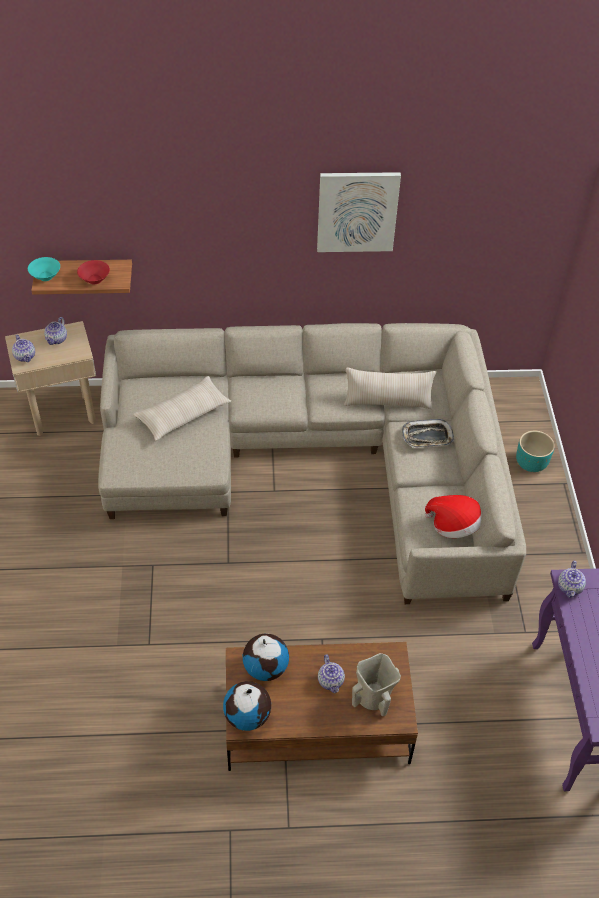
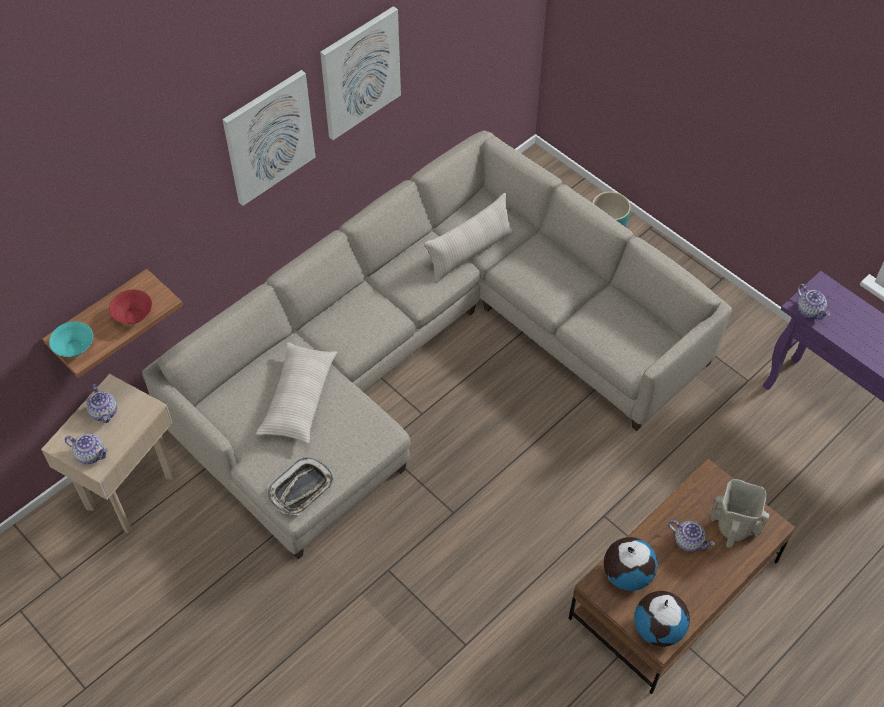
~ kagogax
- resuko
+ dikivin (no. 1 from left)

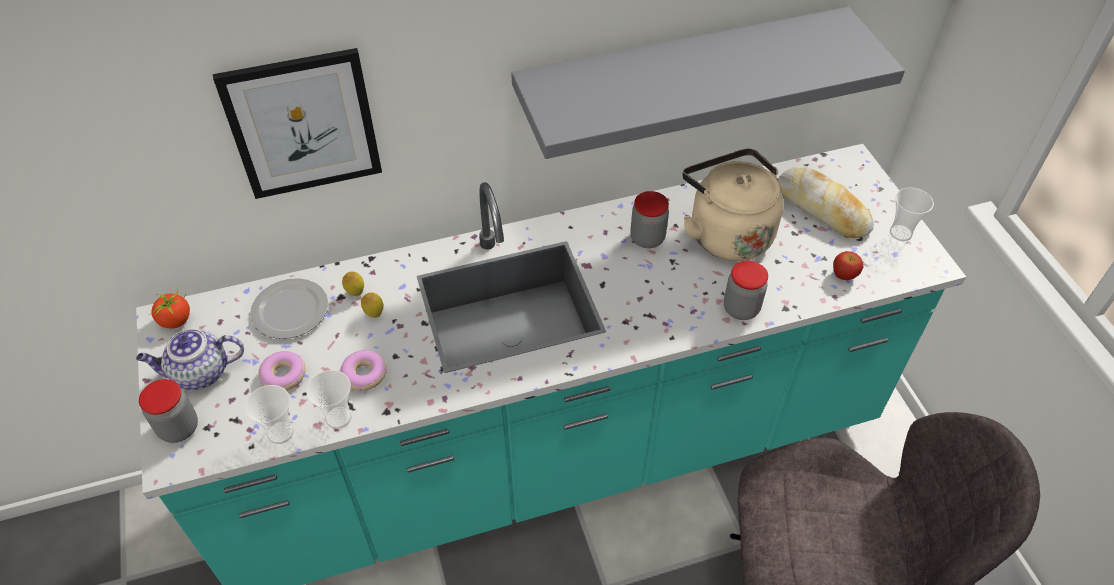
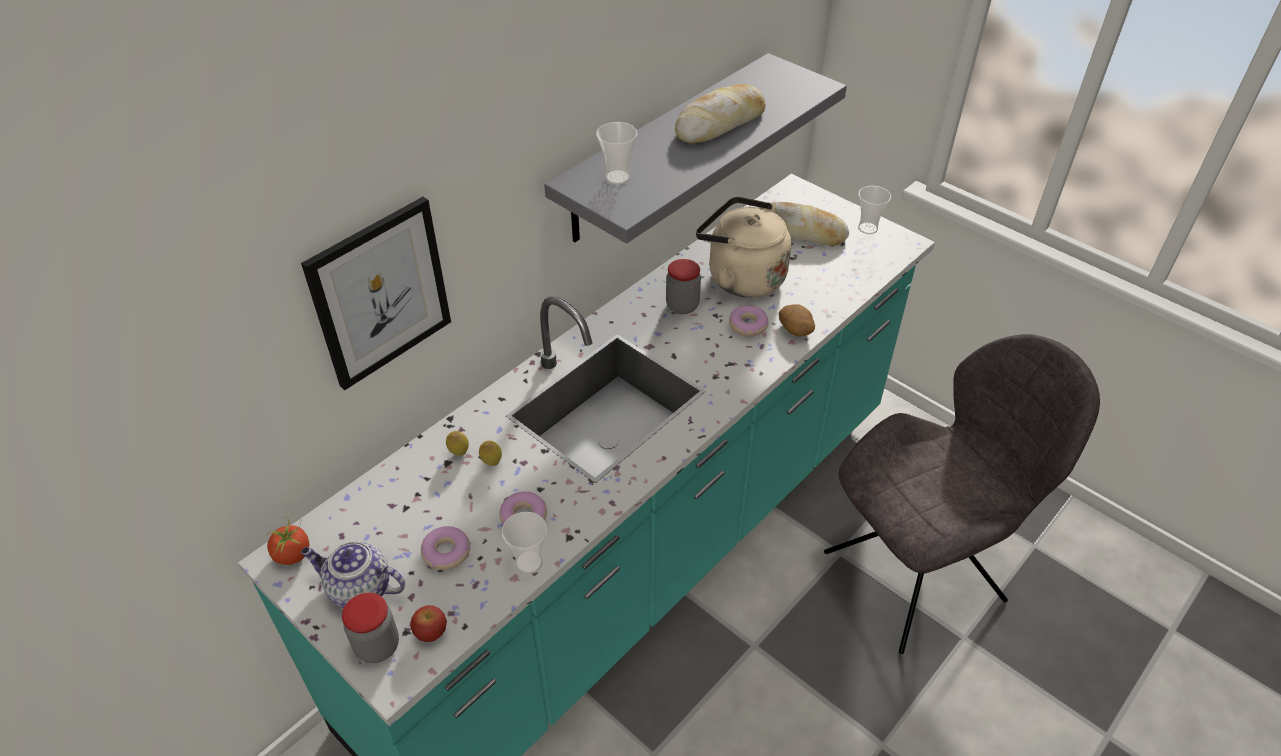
~ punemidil 60 degrees clockwise
~ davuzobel (no. 1 from left in the first image) to davuzobel (no. 2 from left)
- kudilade
~ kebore (no. 3 from left) to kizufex
~ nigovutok
+ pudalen (no. 1 from left)
+ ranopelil (no. 3 from left)

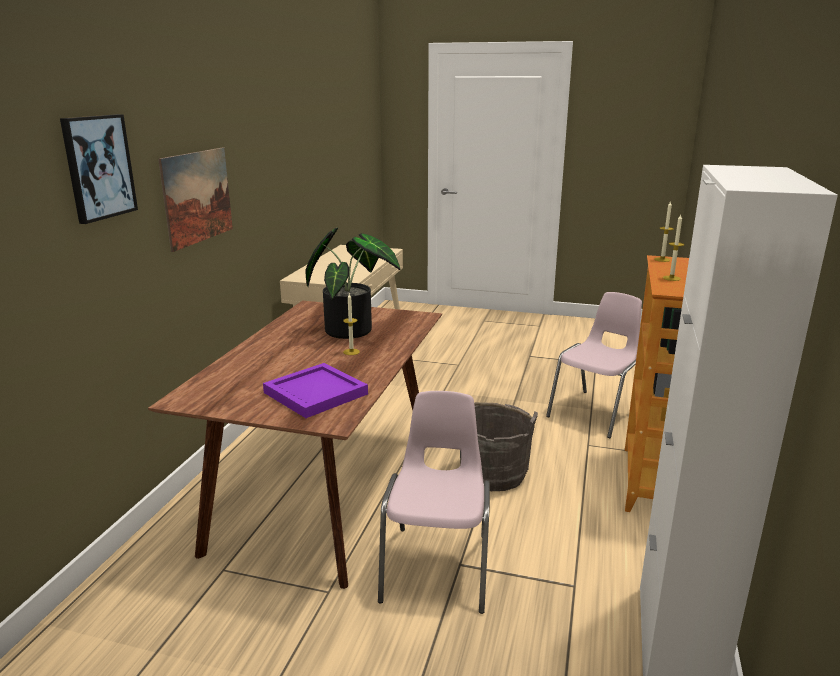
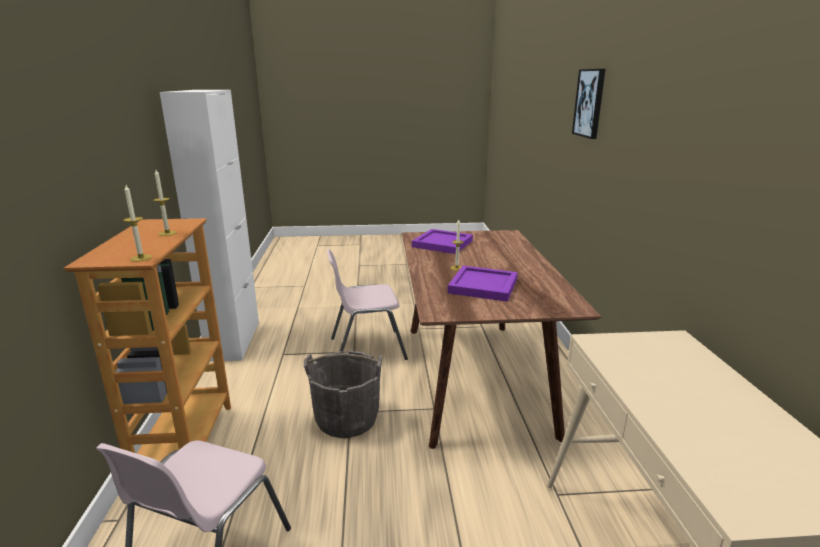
- dikivin (no. 2 from left)
~ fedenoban to kagogax (purple) (no. 2 from left)
~ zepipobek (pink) (no. 1 from left in the first image) 90 degrees clockwise

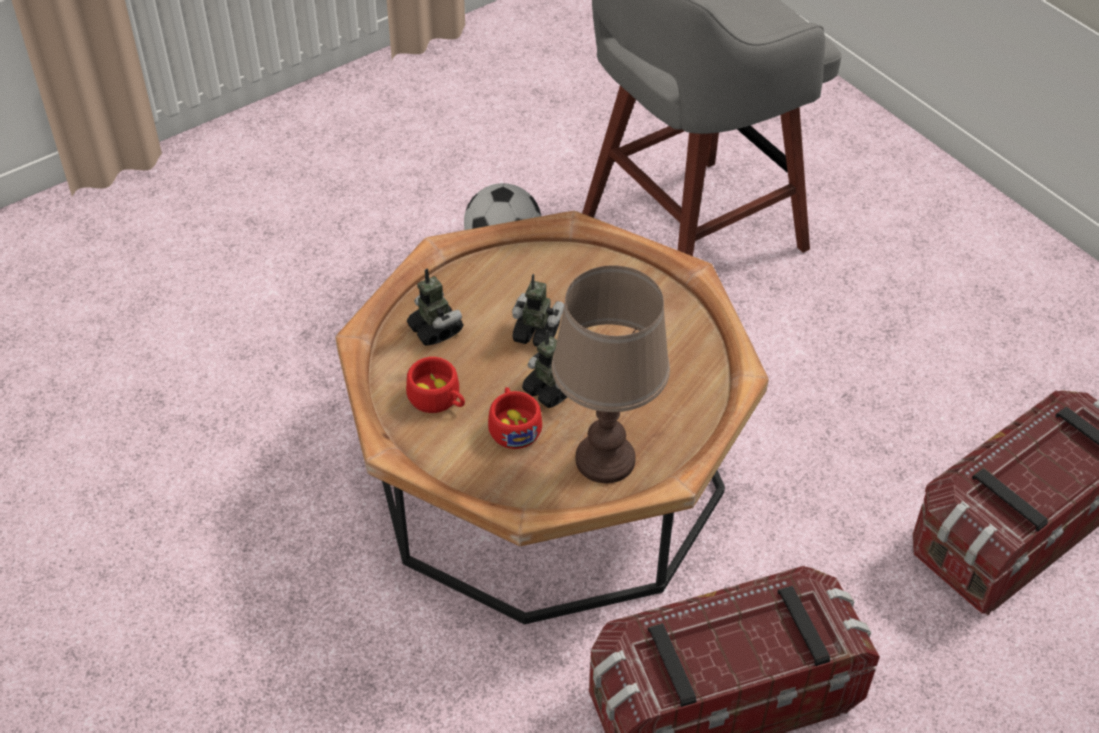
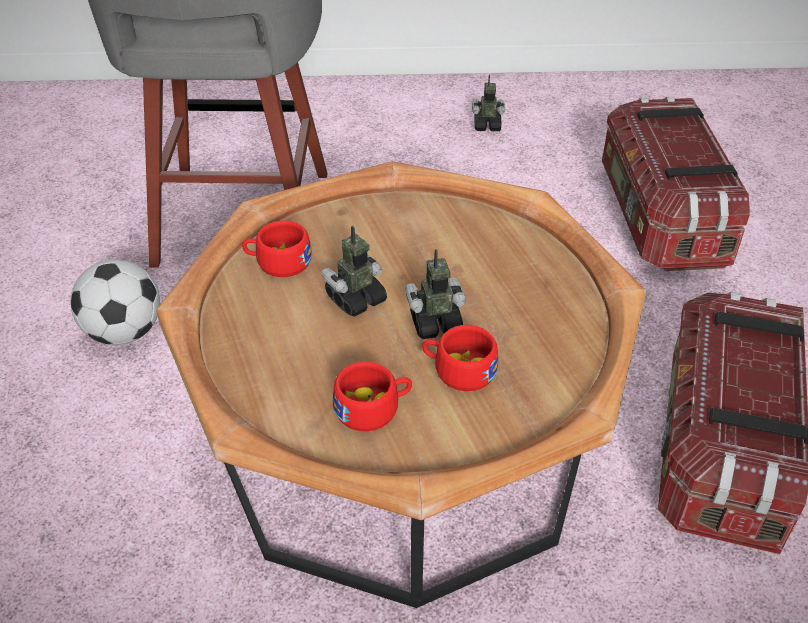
~ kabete (no. 1 from left in the first image) to kabete (no. 3 from left)
- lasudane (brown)
+ davuzobel (red) (no. 1 from left)

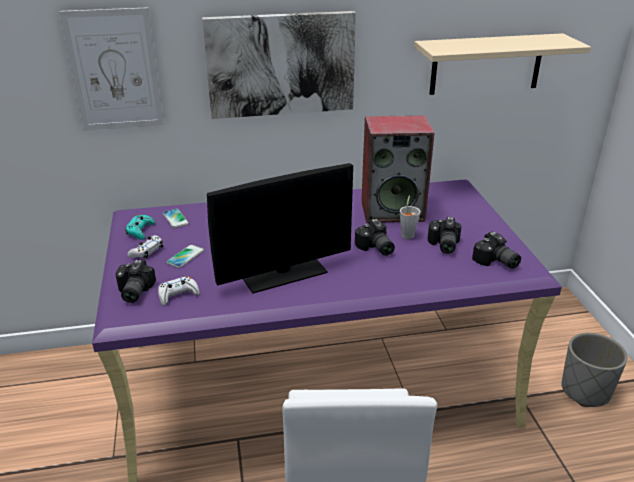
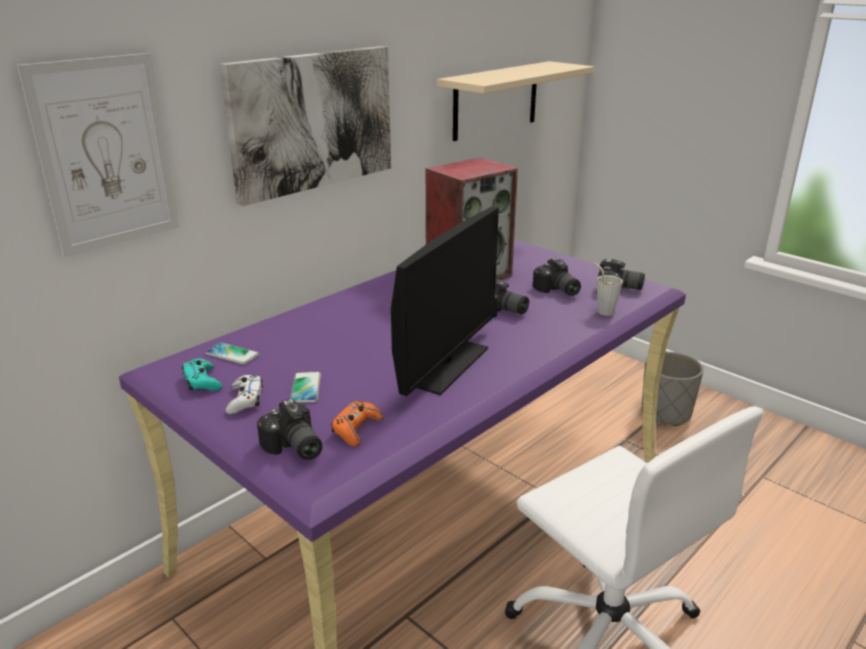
~ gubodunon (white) (no. 2 from left) to gubodunon (orange)
~ davuzobel (grey)

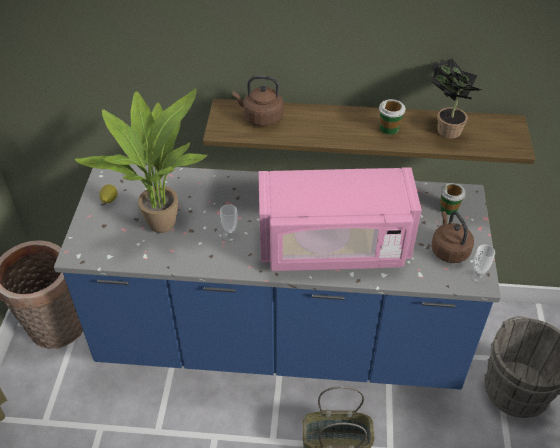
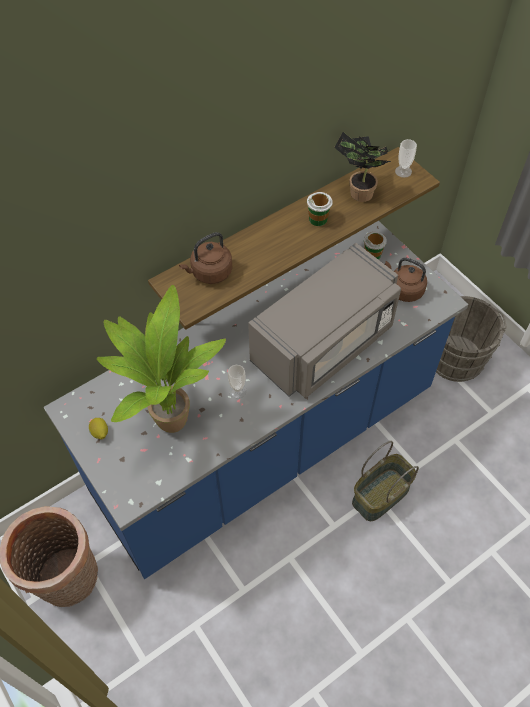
~ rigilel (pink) to rigilel (grey)
~ davuzobel (no. 4 from left)

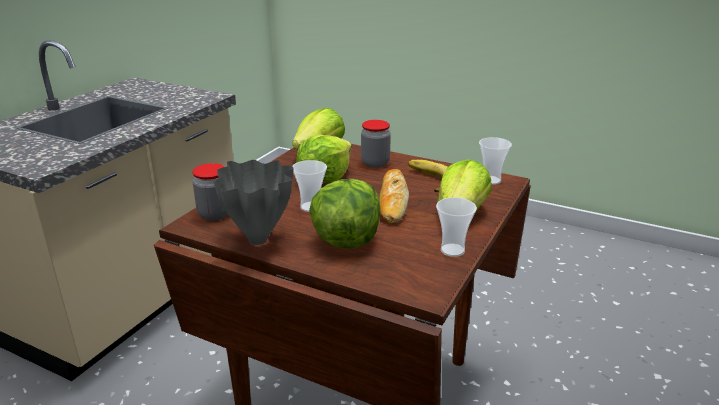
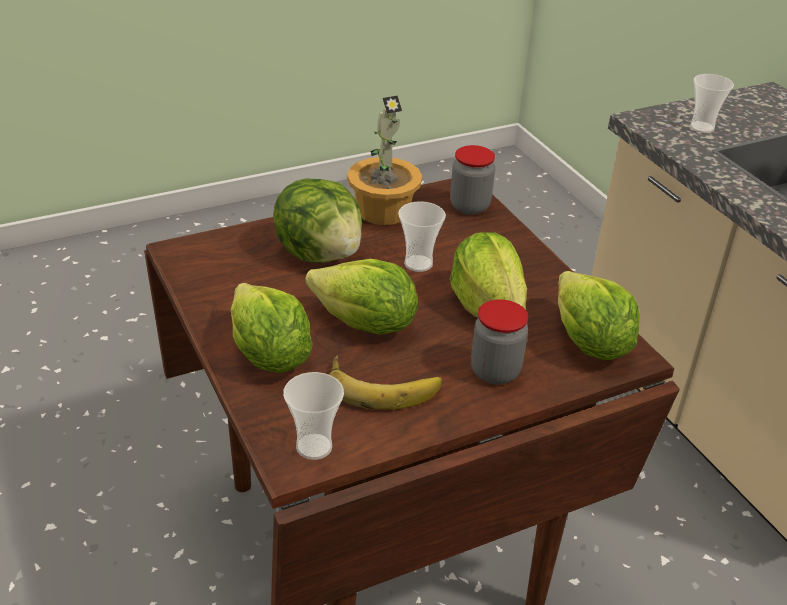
~ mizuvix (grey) to fedenoban
~ pudalen to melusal (no. 3 from left)
~ davuzobel (no. 2 from left in the first image) to davuzobel (no. 3 from left)

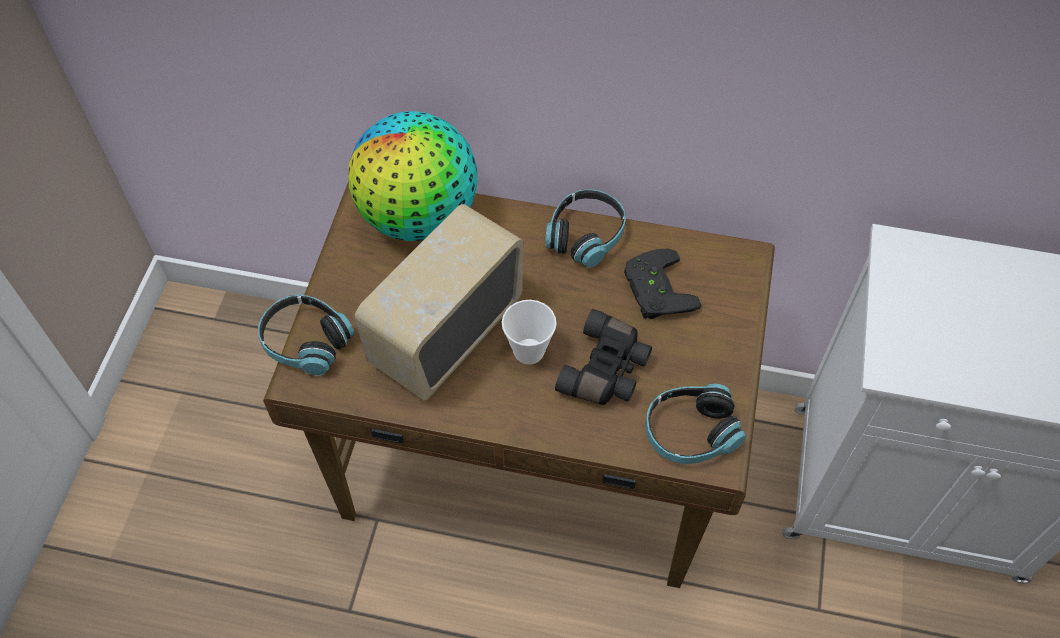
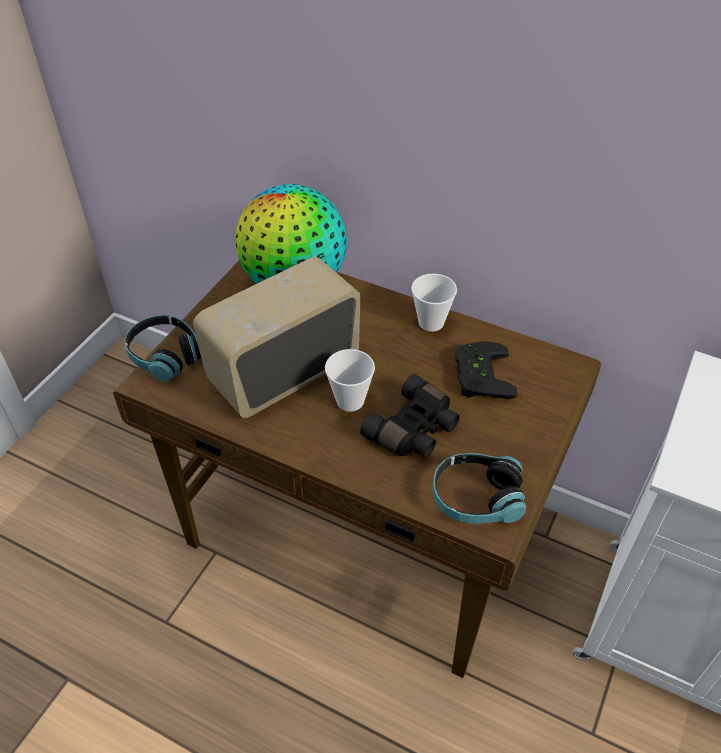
~ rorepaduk (no. 2 from left) to davuzobel (no. 2 from left)

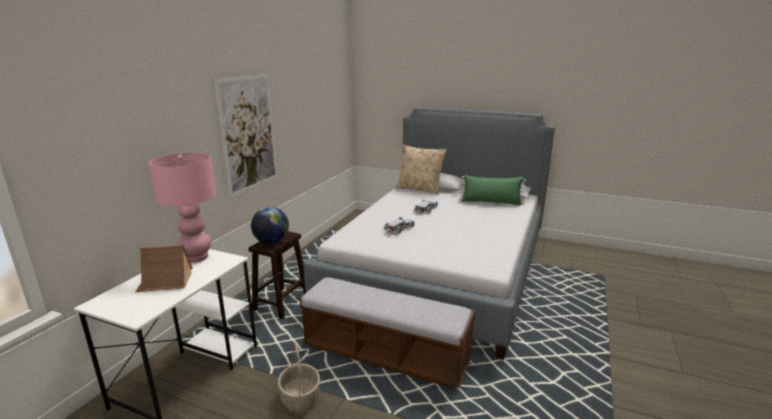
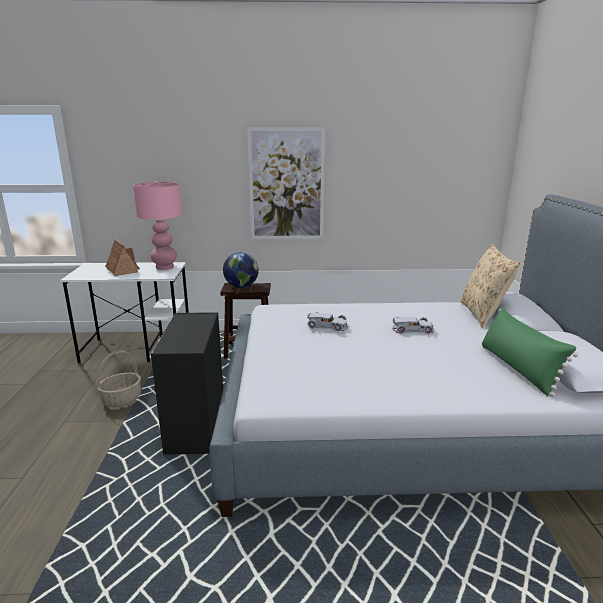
~ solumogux to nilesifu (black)

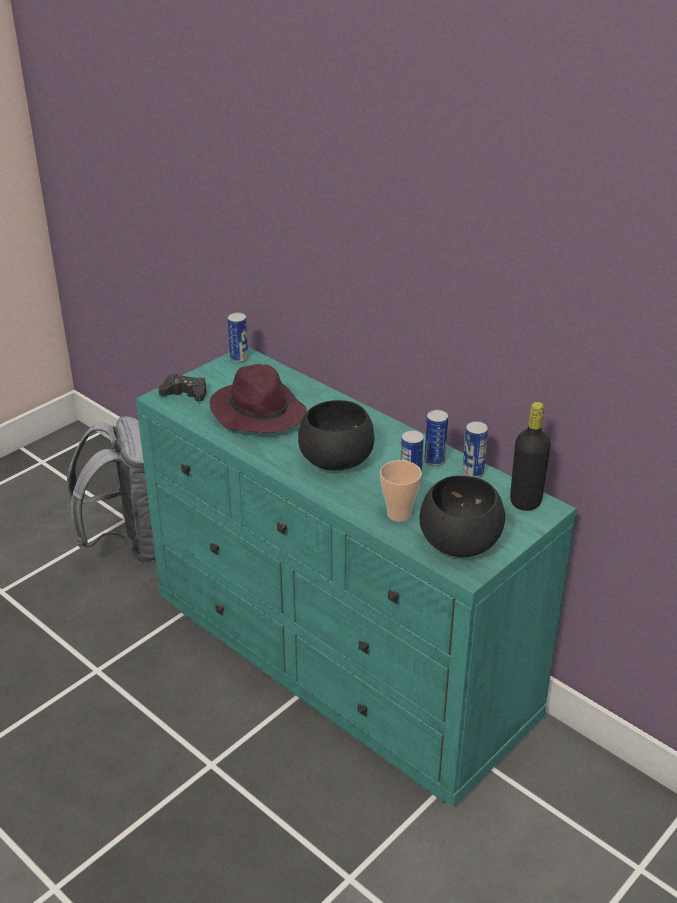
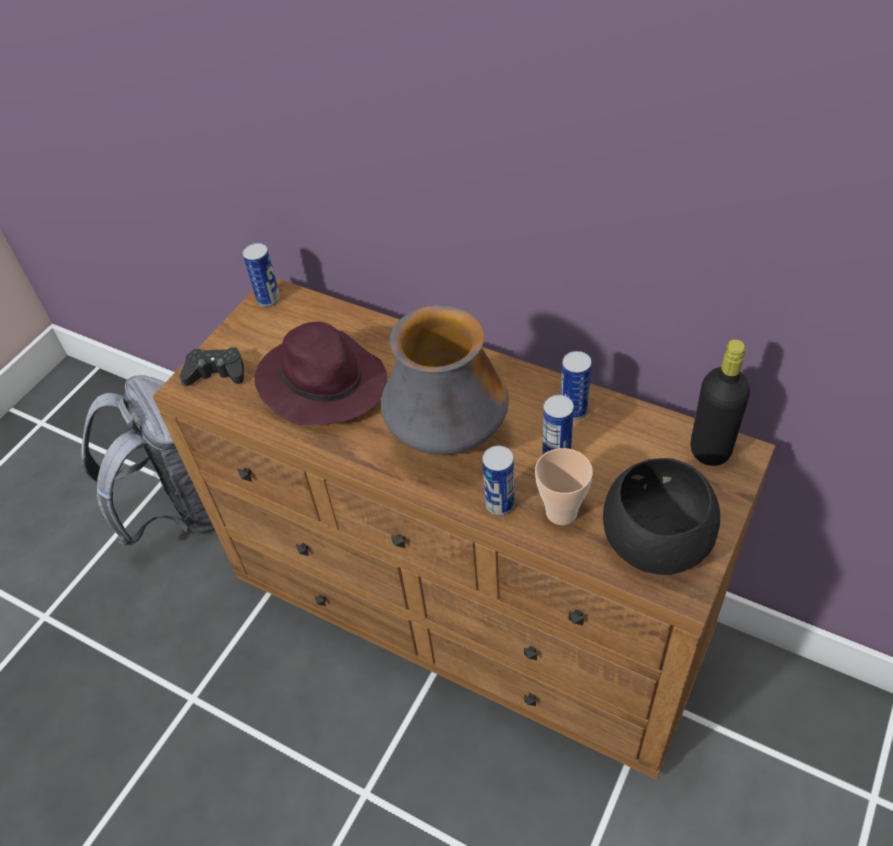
~ nilesifu (turquoise) to nilesifu (brown)
~ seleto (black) (no. 1 from left) to mizuvix
~ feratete (no. 4 from left in the first image) to feratete (no. 2 from left)

